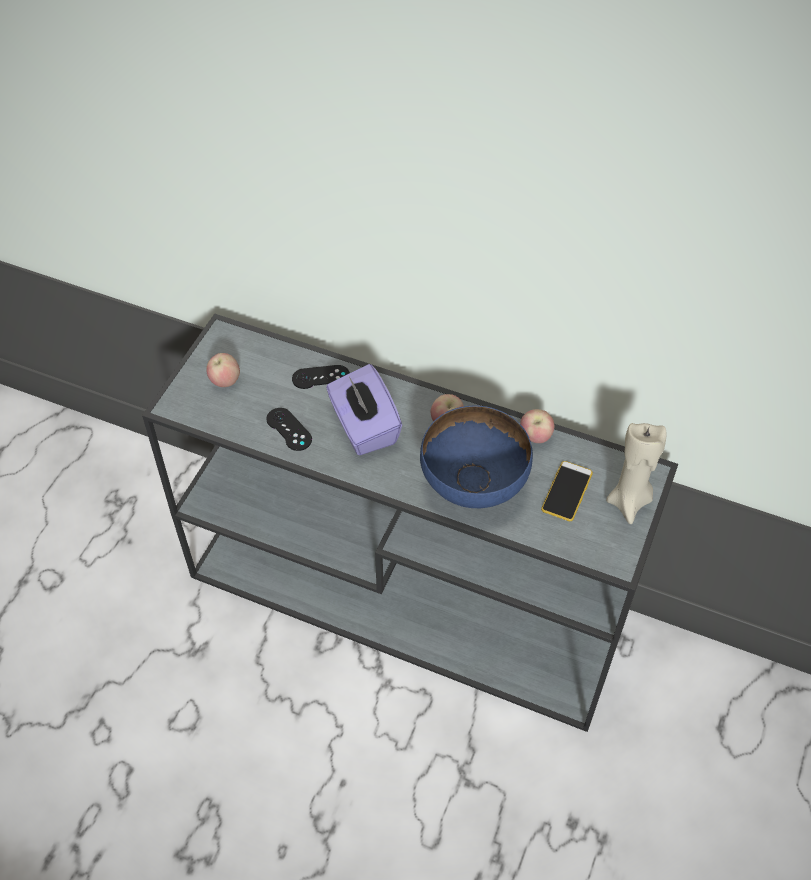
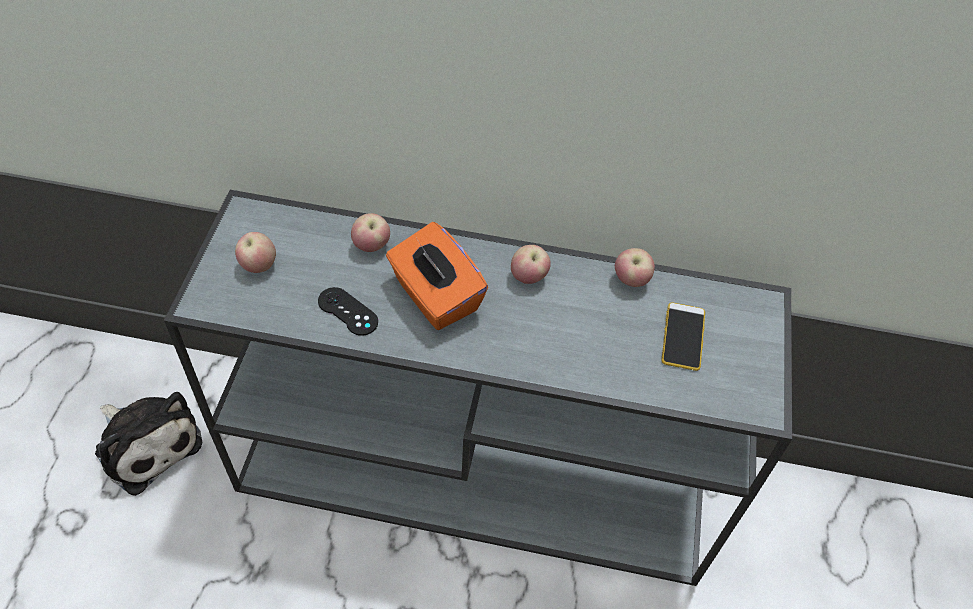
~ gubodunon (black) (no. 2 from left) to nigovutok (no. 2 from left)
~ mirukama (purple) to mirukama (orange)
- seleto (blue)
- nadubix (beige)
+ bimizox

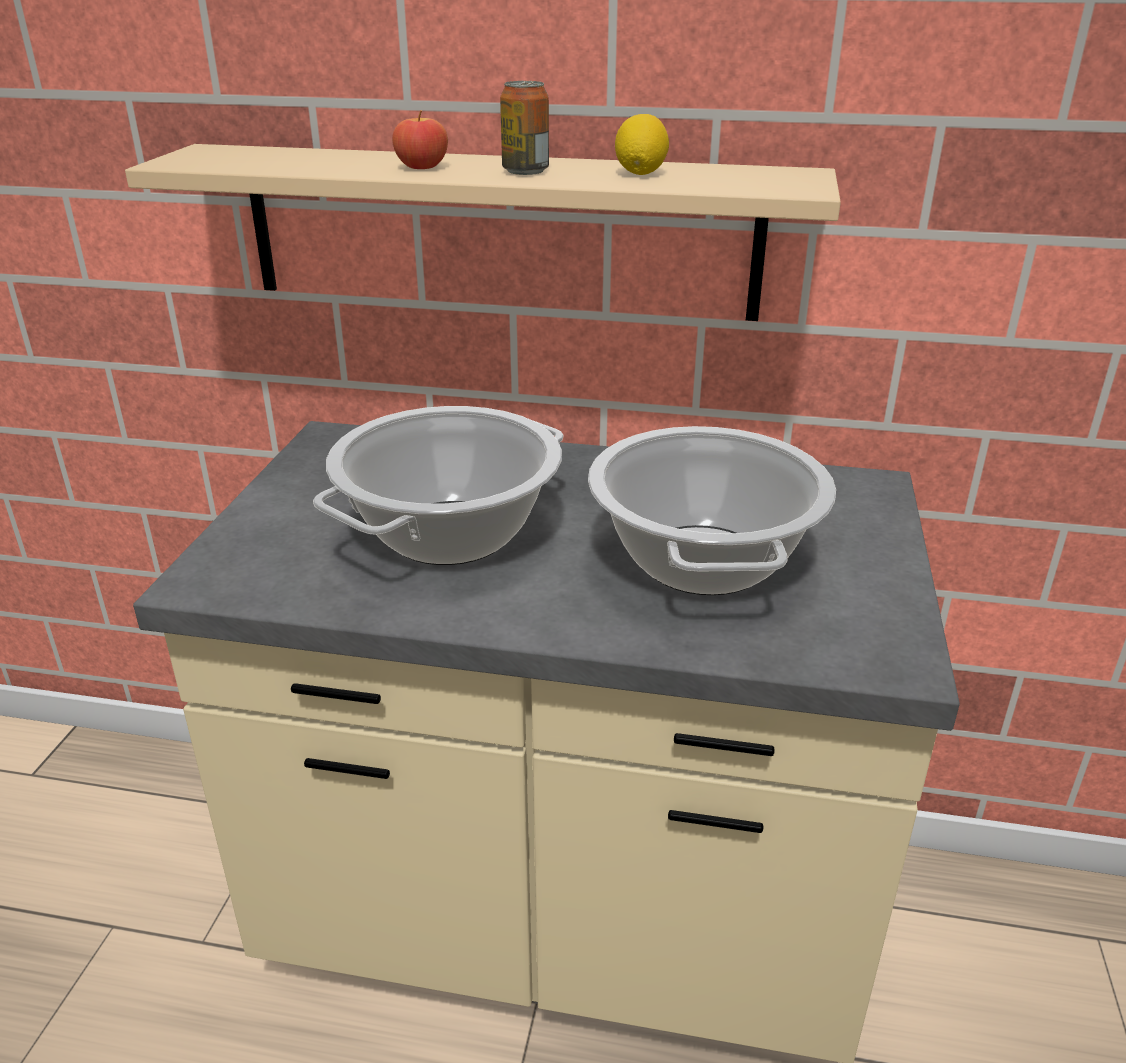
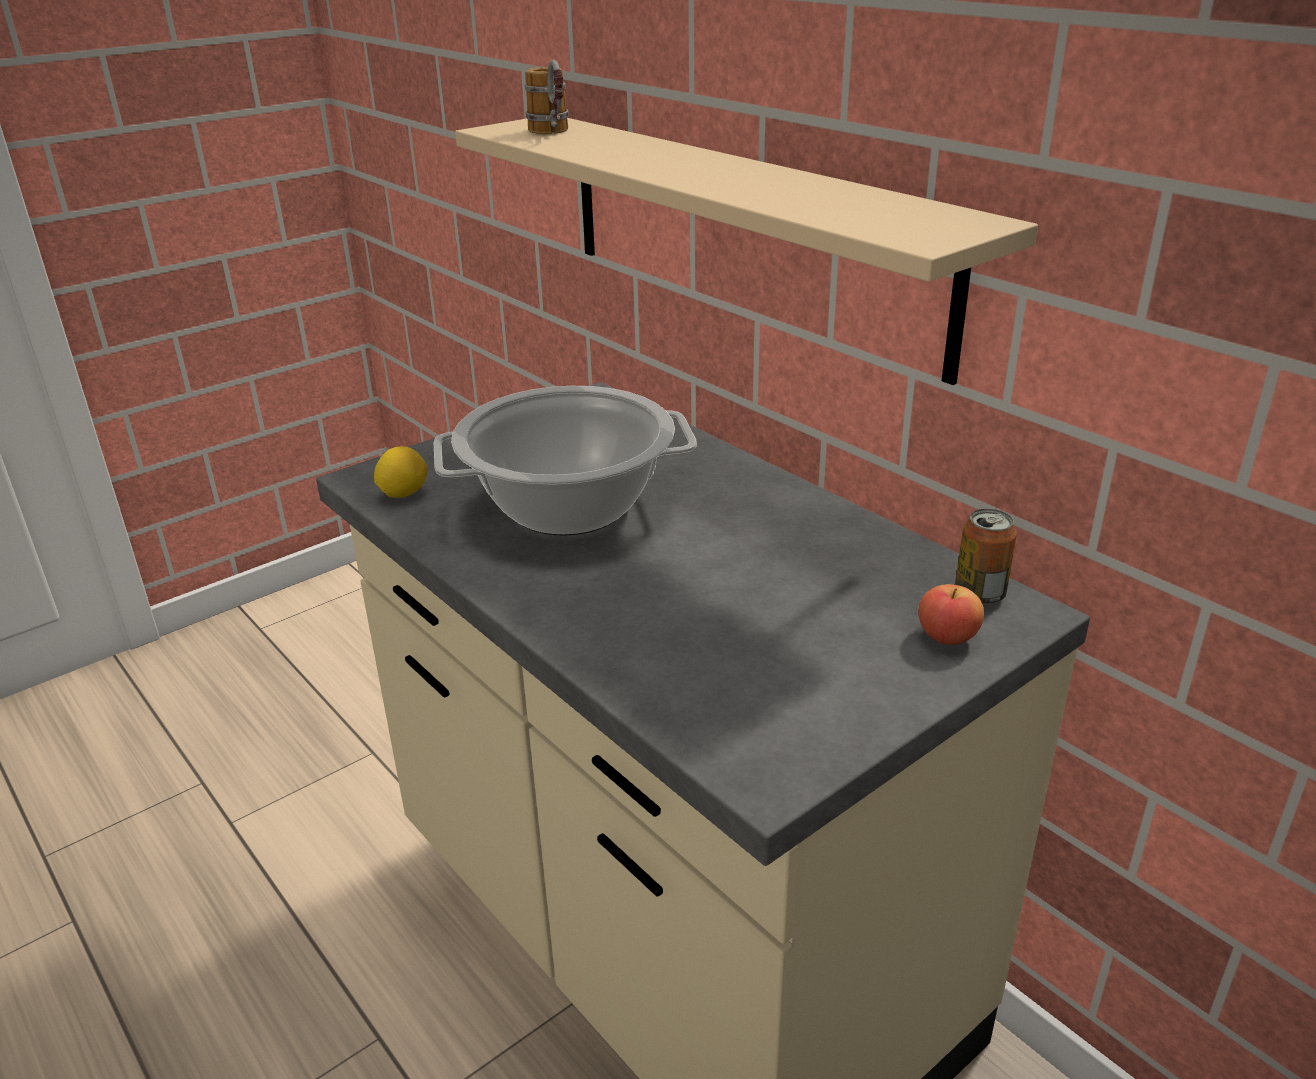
~ nigovutok
~ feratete
- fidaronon (no. 2 from left)
~ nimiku
+ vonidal

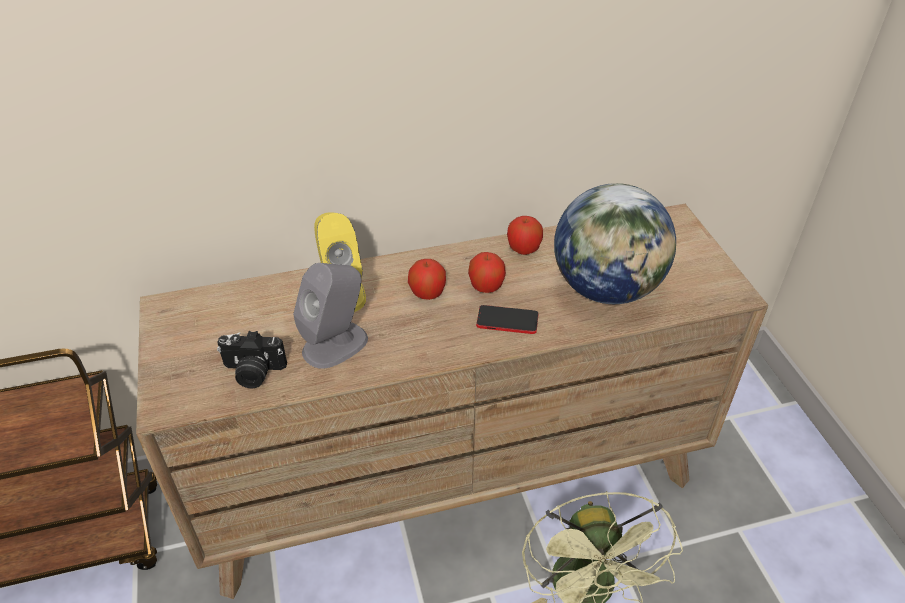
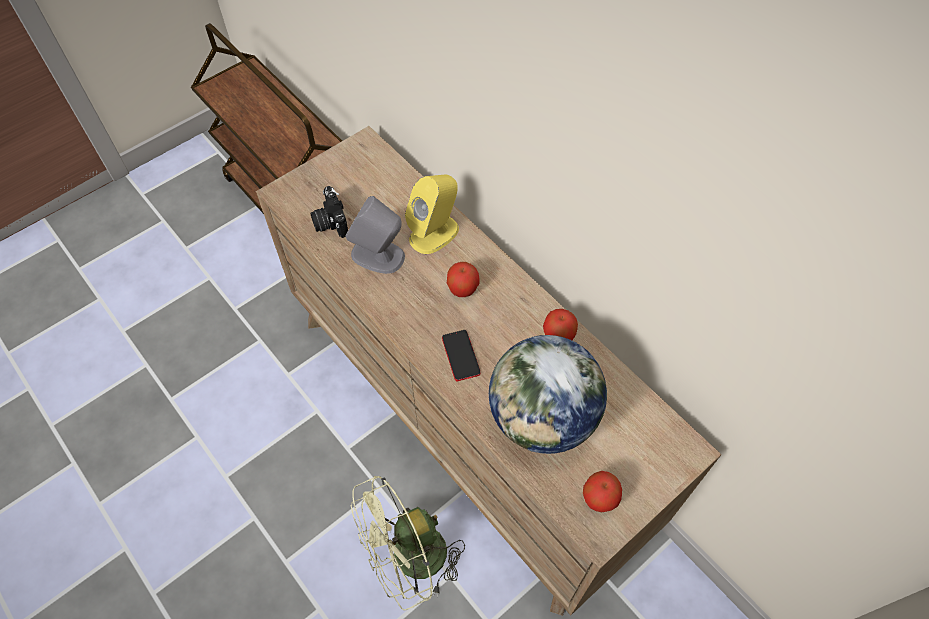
~ nigovutok (no. 2 from left in the first image) to nigovutok (no. 3 from left)

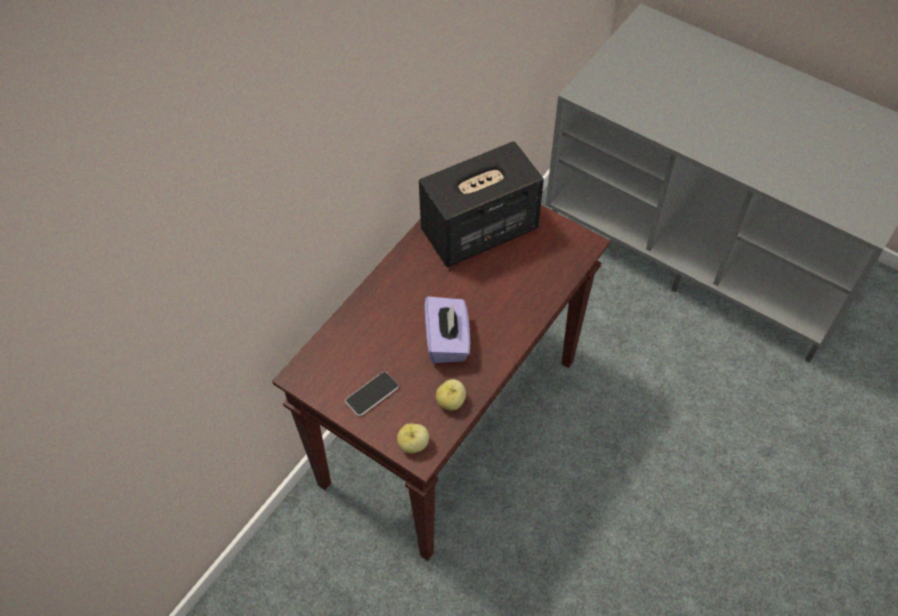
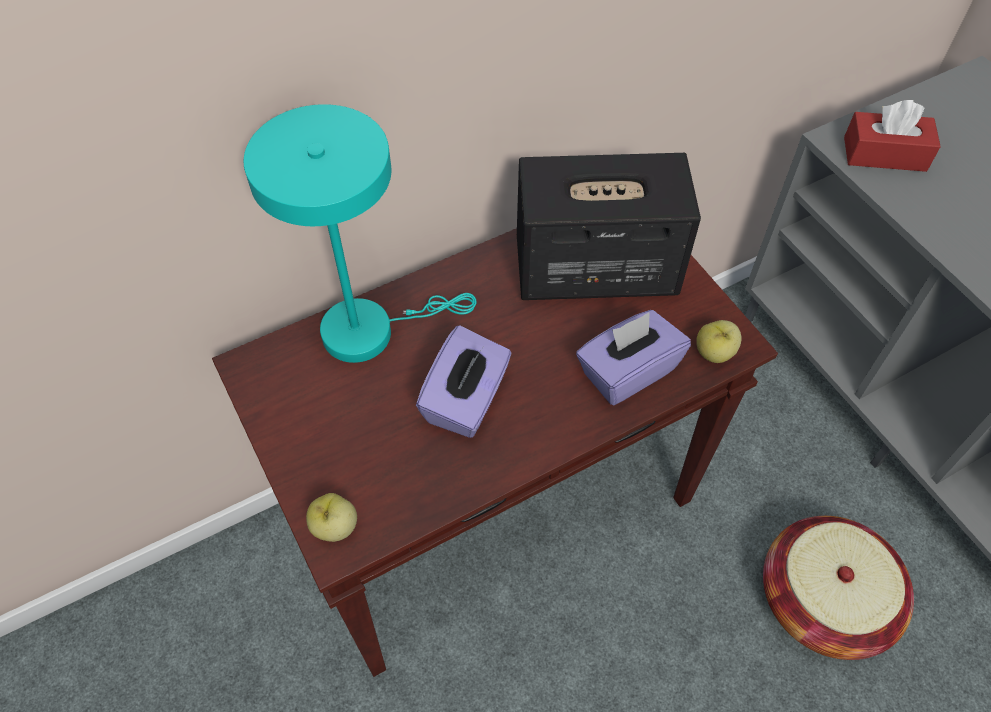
- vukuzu
~ nigovutok (no. 2 from left)
+ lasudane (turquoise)
+ mirukama (purple) (no. 2 from left)
+ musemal
+ mirukama (red)

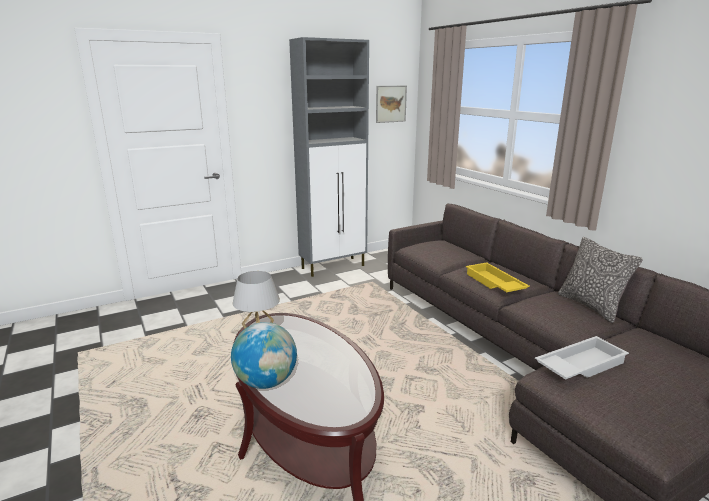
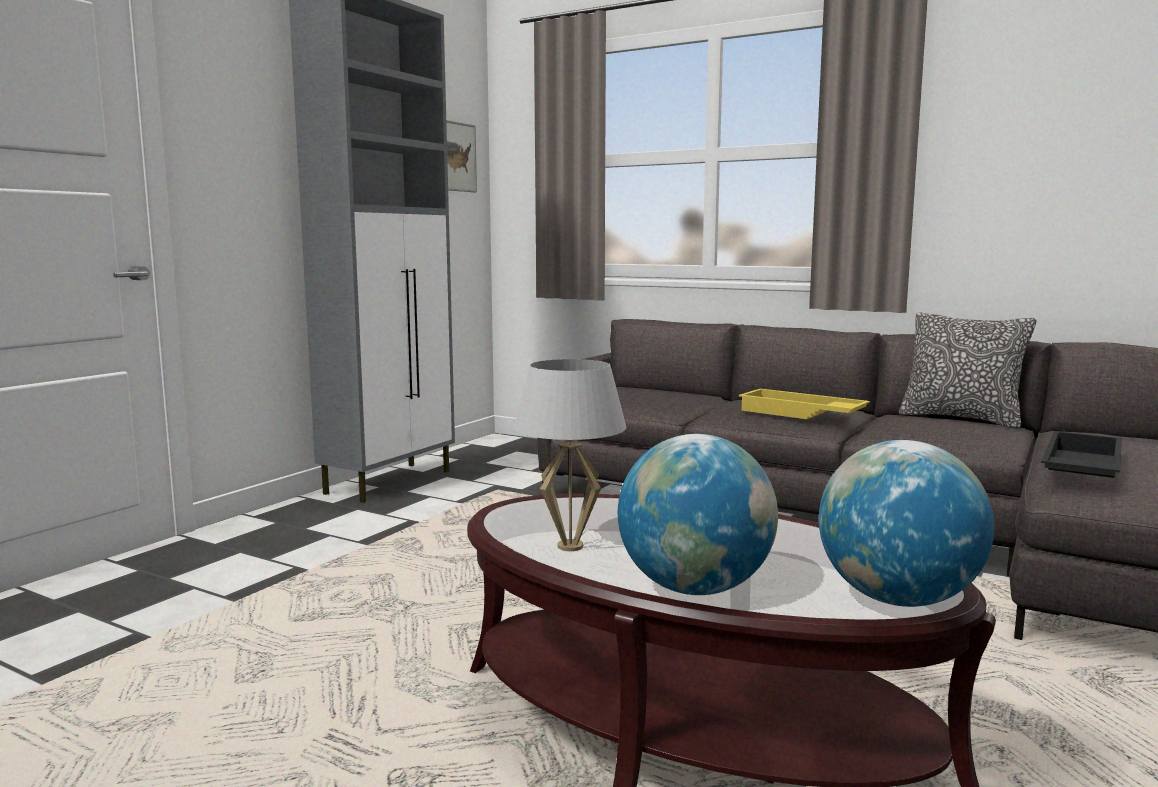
~ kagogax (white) to kagogax (black)
+ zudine (no. 2 from left)

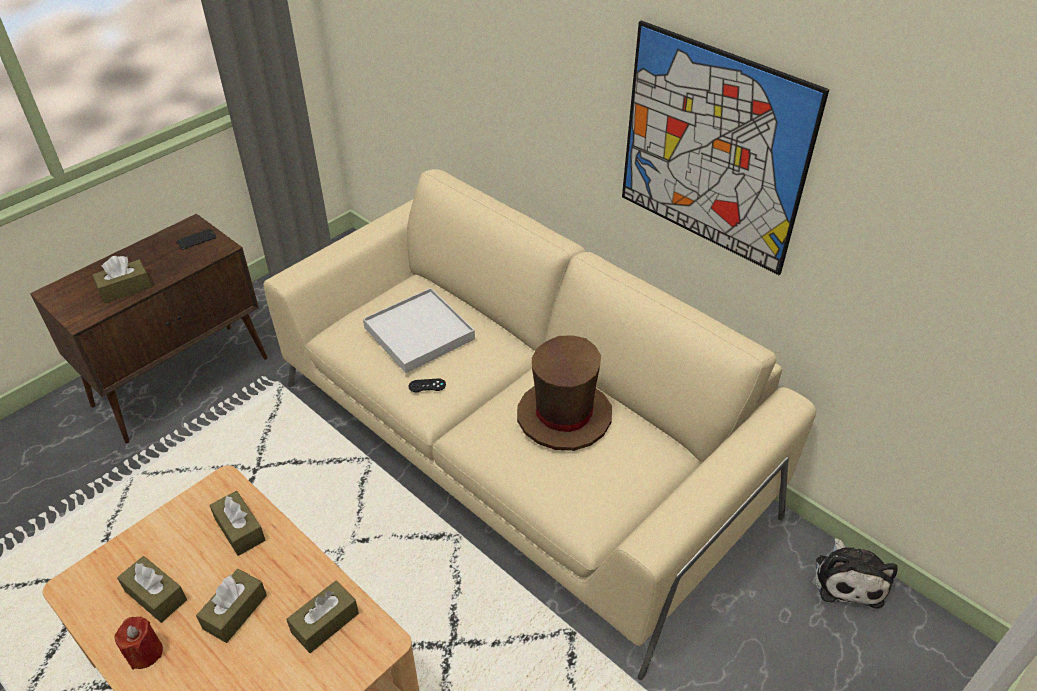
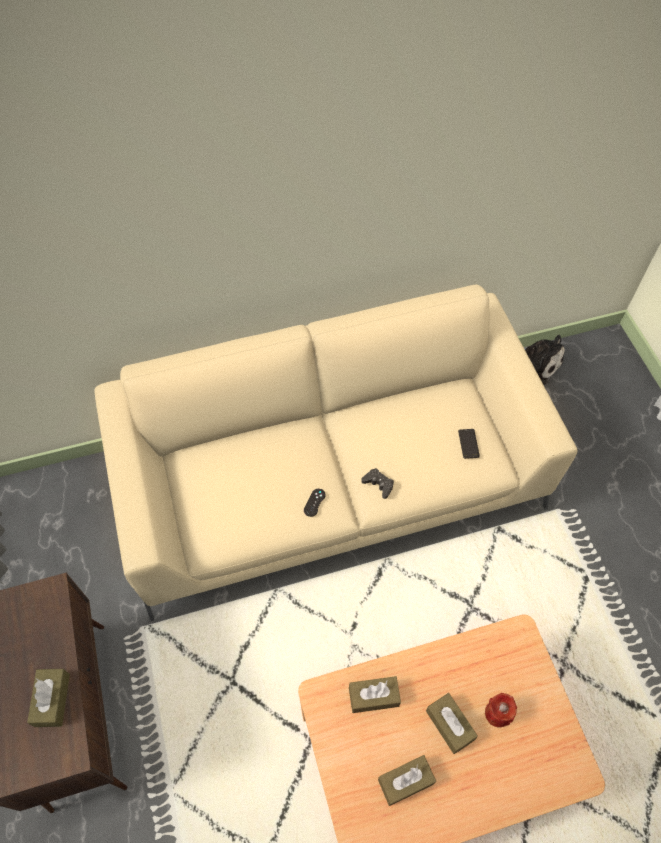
~ nadubix (red)
~ vukuzu
- mirukama (brown) (no. 5 from left)
- kagogax (white)
- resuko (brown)
- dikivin
+ gubodunon (black) (no. 2 from left)

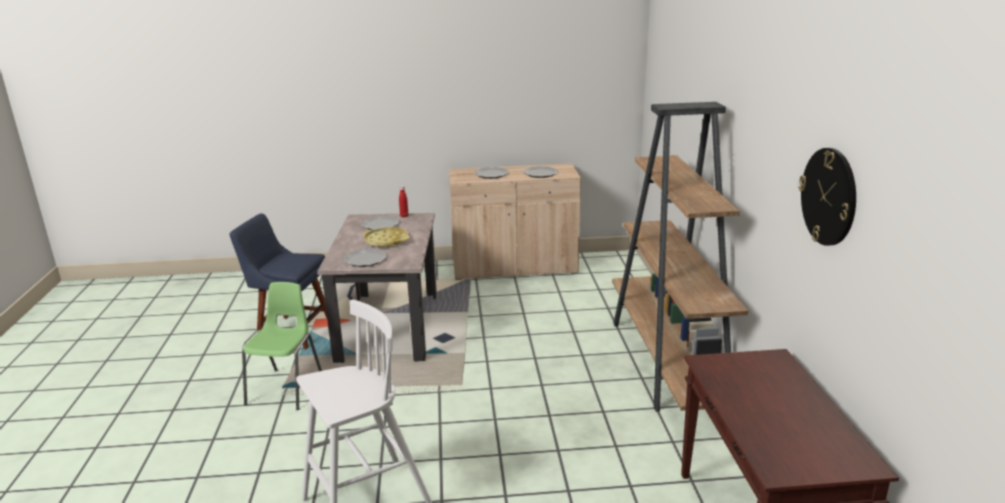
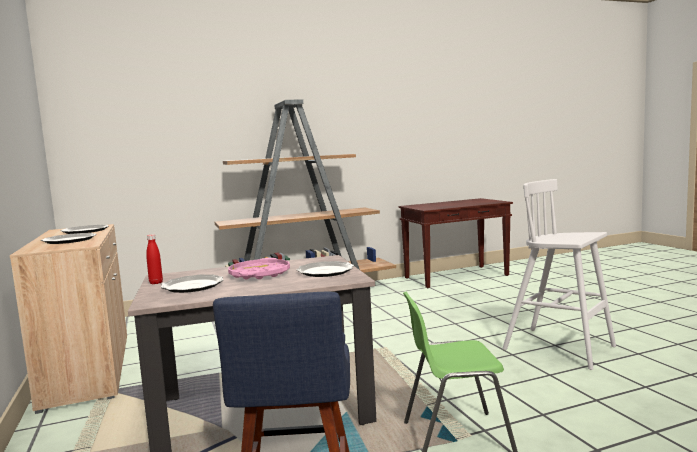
~ kagogax (yellow) to kagogax (pink)
- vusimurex

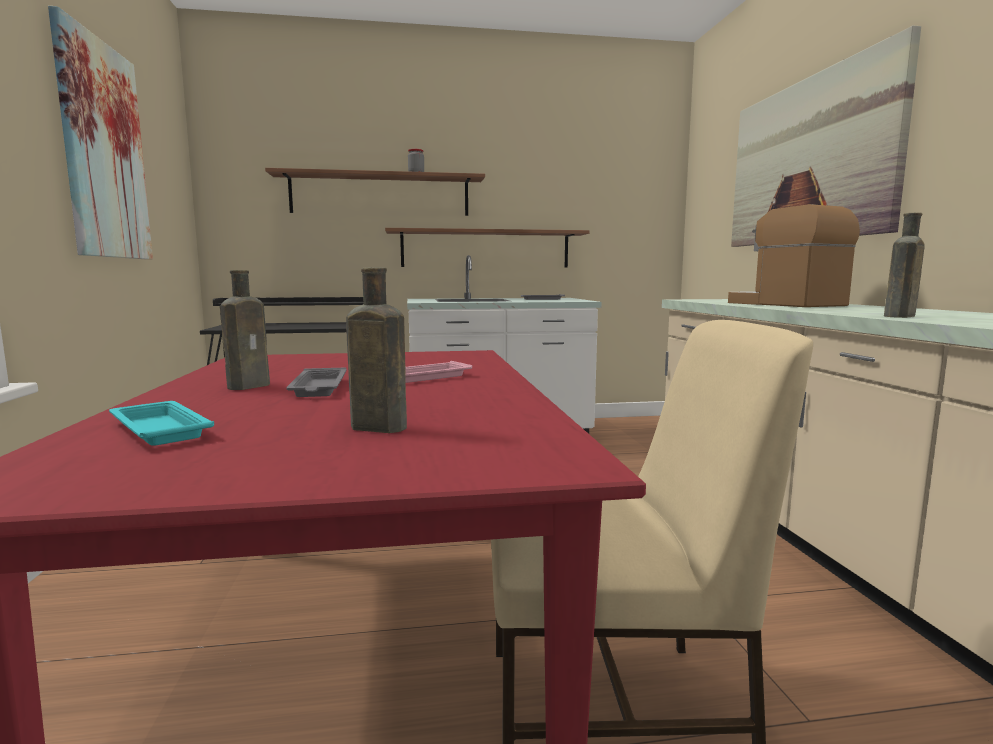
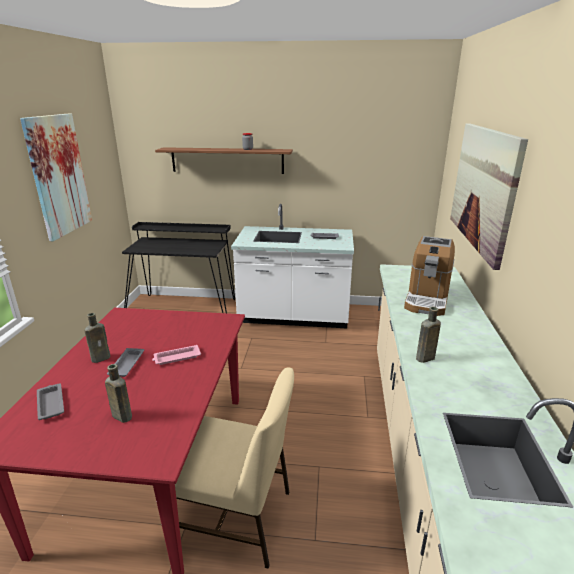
~ kagogax (turquoise) to kagogax (grey) (no. 1 from left)
- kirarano (no. 2 from left)
~ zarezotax 150 degrees counterclockwise

